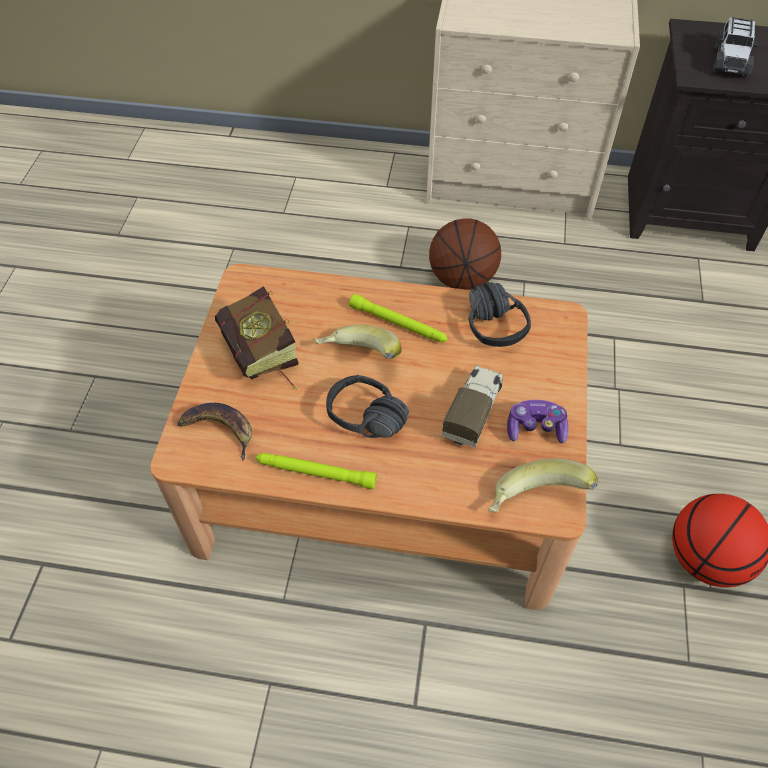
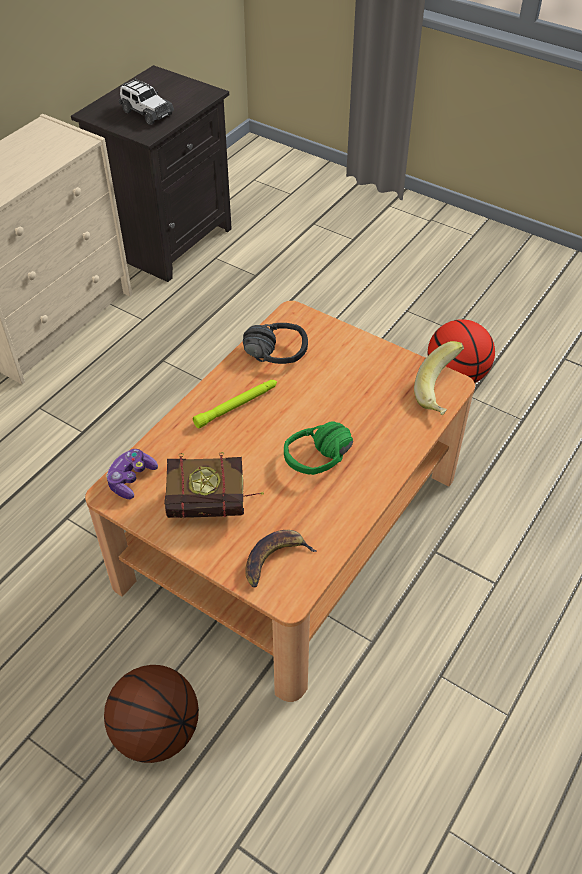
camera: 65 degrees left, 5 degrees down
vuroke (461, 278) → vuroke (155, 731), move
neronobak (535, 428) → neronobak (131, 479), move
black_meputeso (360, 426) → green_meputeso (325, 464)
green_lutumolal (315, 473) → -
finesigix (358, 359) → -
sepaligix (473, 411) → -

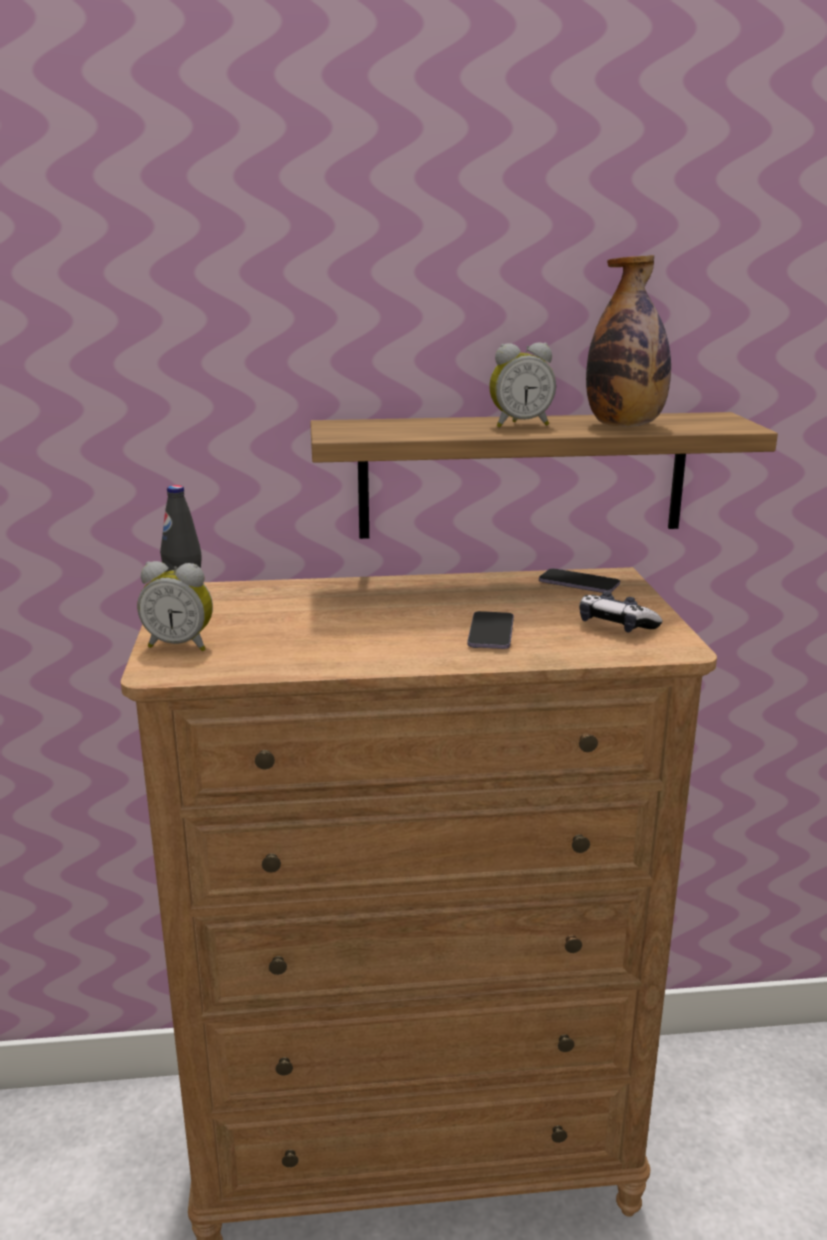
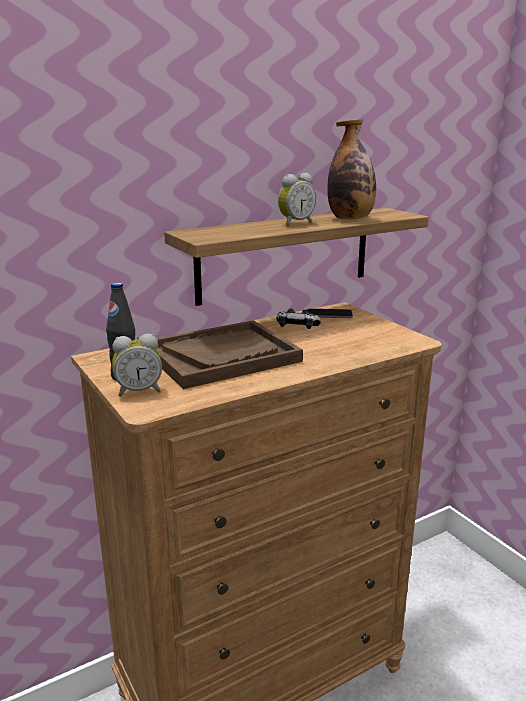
camera: 25 degrees left, 0 degrees up
- → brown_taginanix (222, 356)
neronobak (616, 625) → neronobak (297, 327), move
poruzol (491, 633) → -

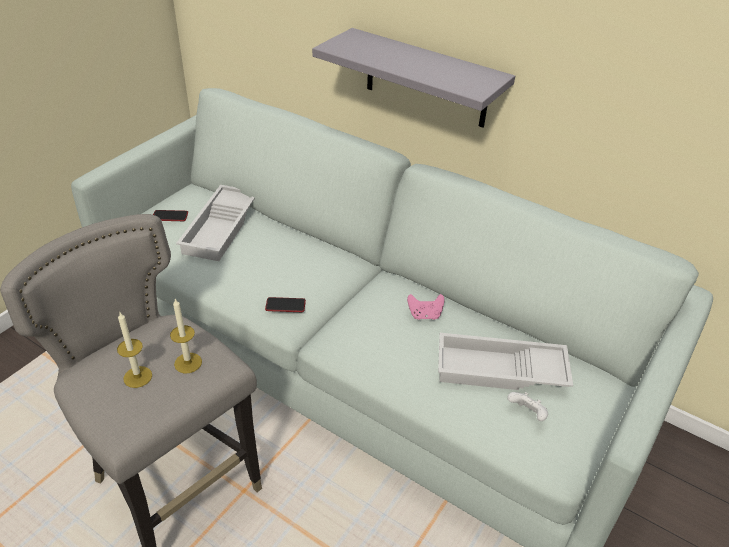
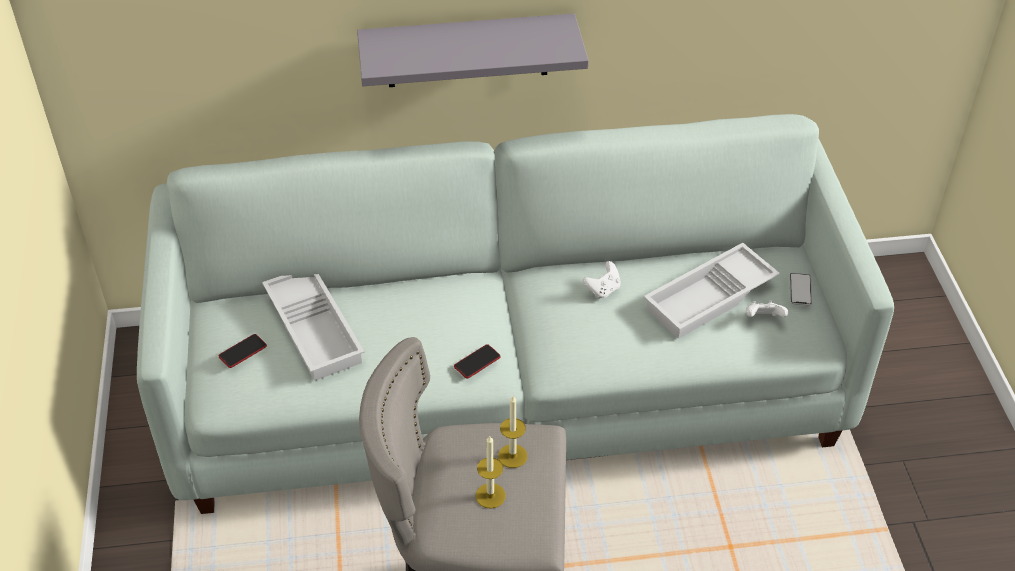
camera: 40 degrees left, 5 degrees up
pink_neronobak (425, 315) → white_neronobak (603, 290)
- → poruzol (800, 290)

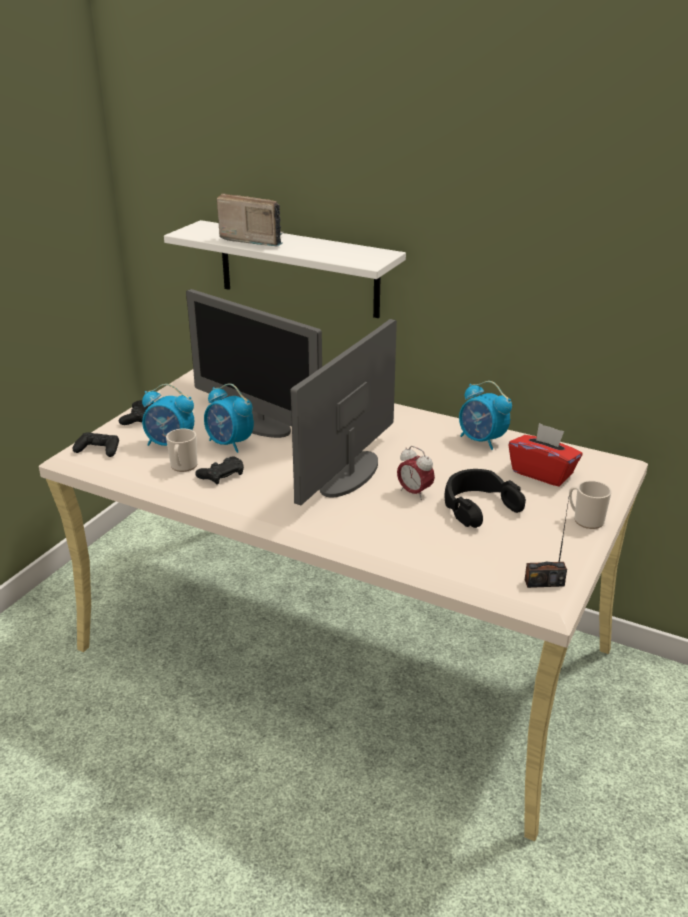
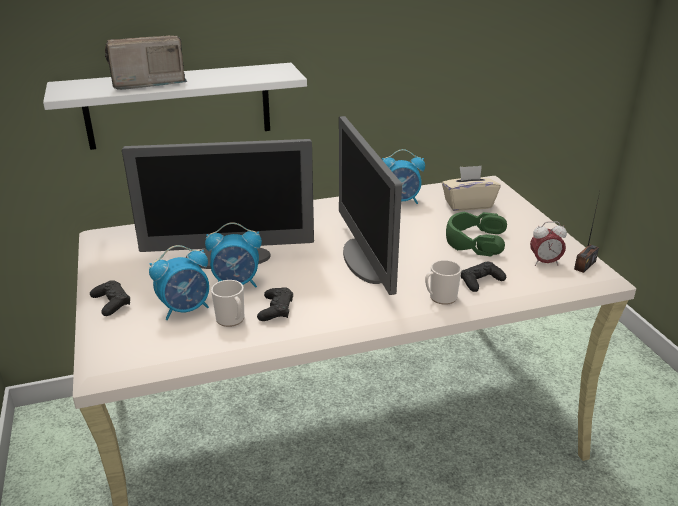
camera: 45 degrees left, 0 degrees up
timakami (585, 520) → timakami (440, 297), move
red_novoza (542, 473) → beige_novoza (468, 204)
black_meputeso (478, 506) → green_meputeso (474, 241)
black_neronobak (98, 449) → black_neronobak (480, 281), move
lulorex (414, 493) → lulorex (544, 263), move

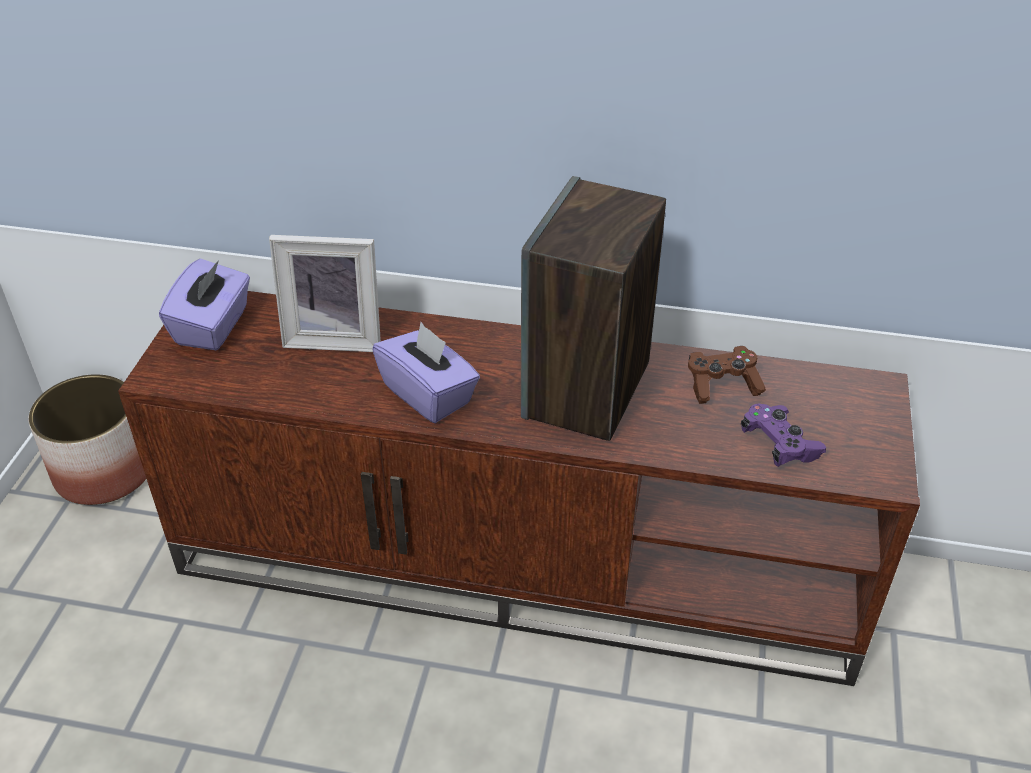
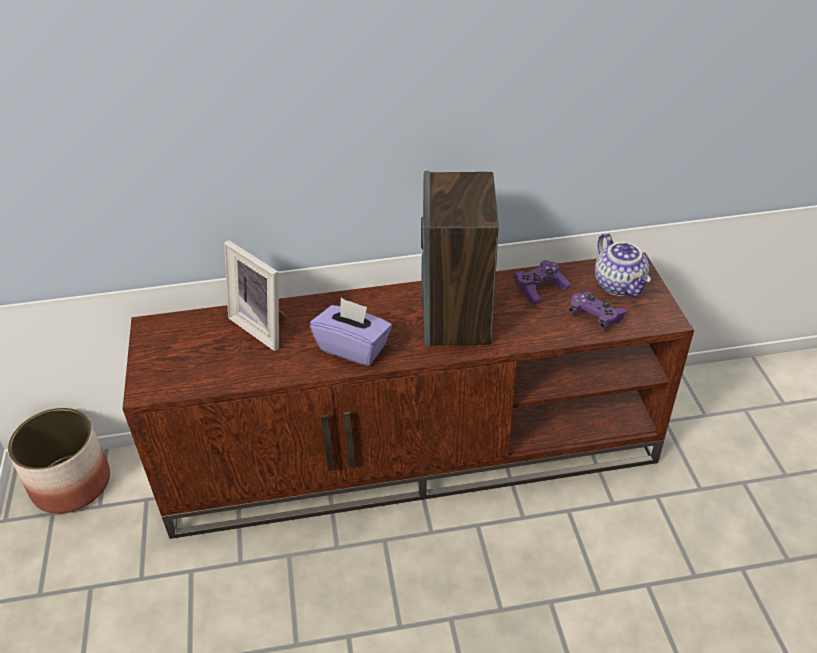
camera: 20 degrees left, 0 degrees up
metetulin (335, 337) → metetulin (264, 326), 60 degrees clockwise
brown_neronobak (722, 385) → purple_neronobak (540, 289)
- → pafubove (620, 285)
purple_novoza (213, 326) → -

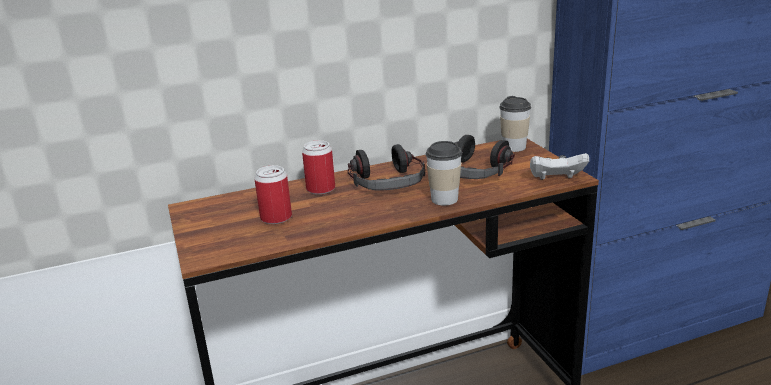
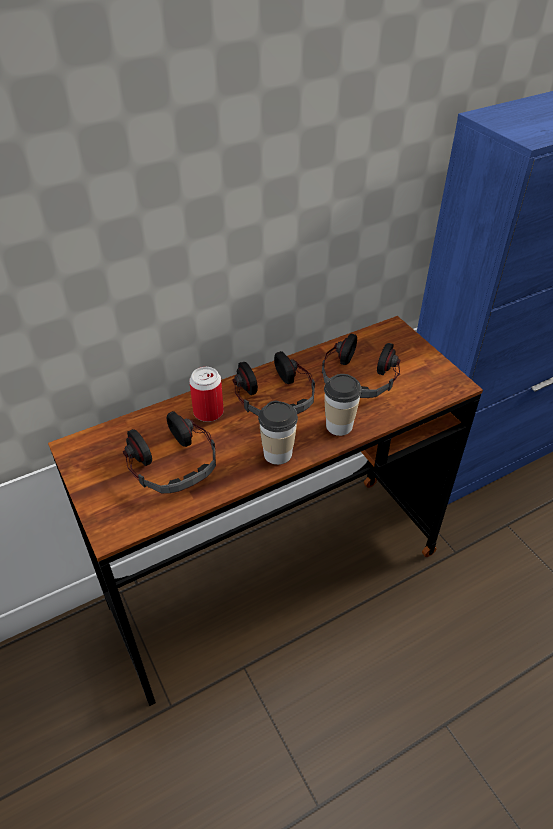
camera: 10 degrees left, 20 degrees up
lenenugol (276, 218) → meputeso (173, 462)
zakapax (514, 147) → zakapax (277, 454), move
white_neronobak (556, 179) → -

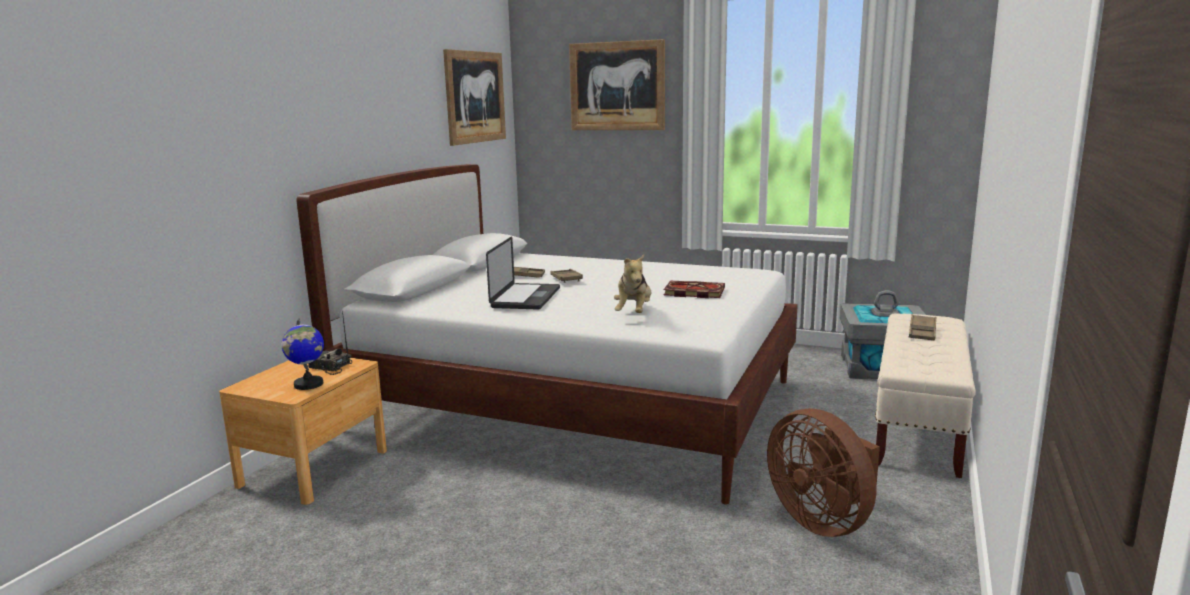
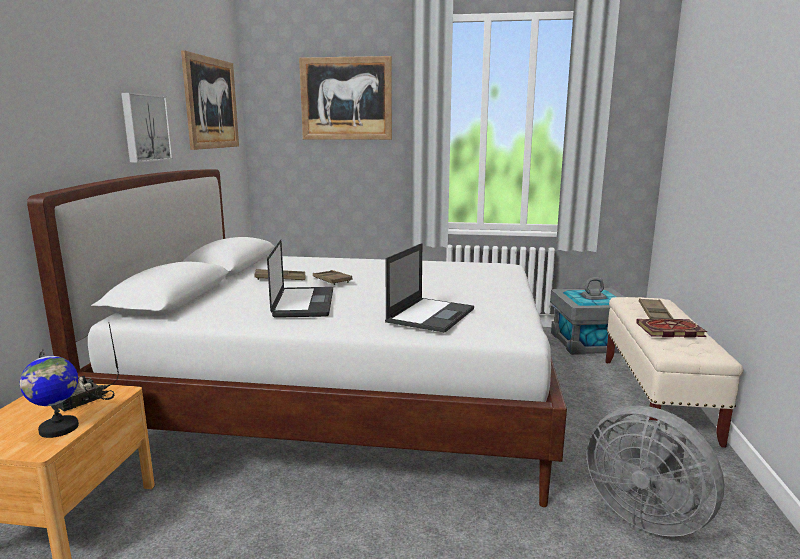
camera: 15 degrees left, 0 degrees up
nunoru (330, 367) → nunoru (82, 400), 60 degrees counterclockwise
- → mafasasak (145, 128)
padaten (634, 313) → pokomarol (431, 315)
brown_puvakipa (823, 521) → grey_puvakipa (645, 514)
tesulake (692, 292) → tesulake (669, 331), move

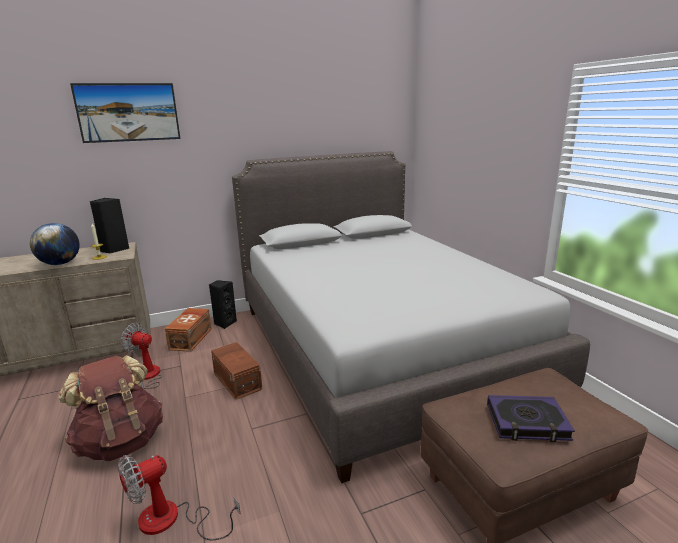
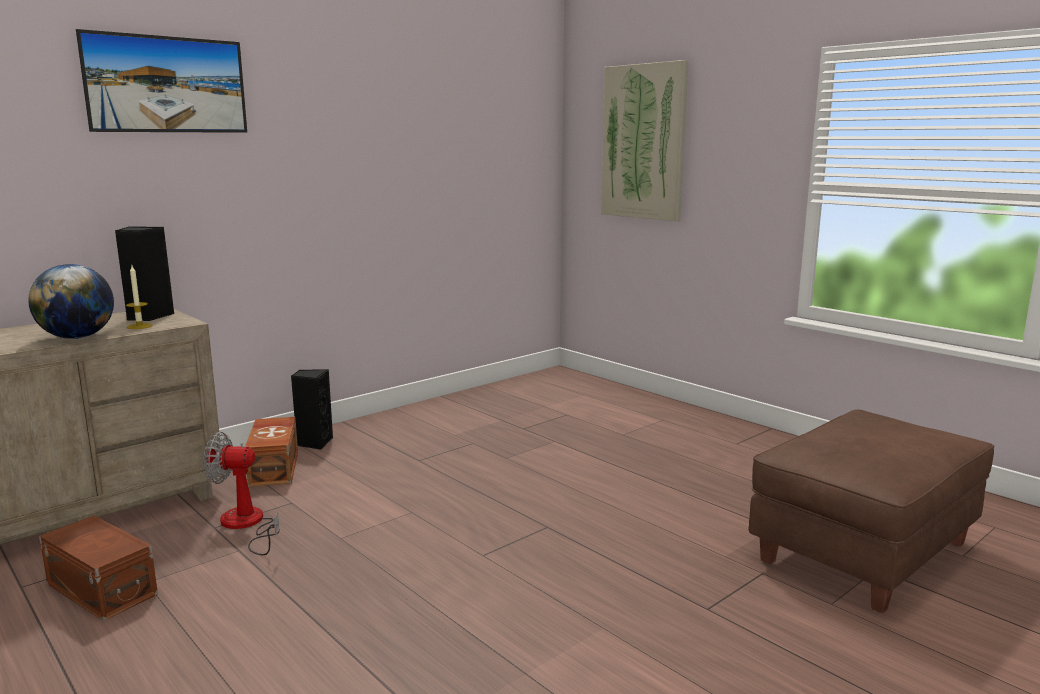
camera: 20 degrees left, 5 degrees down
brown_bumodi (238, 380) → brown_bumodi (102, 588), move
- → mafasasak (643, 142)
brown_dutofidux (121, 442) → -
puvakipa (171, 520) → -
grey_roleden (379, 348) → -
tesulake (527, 422) → -

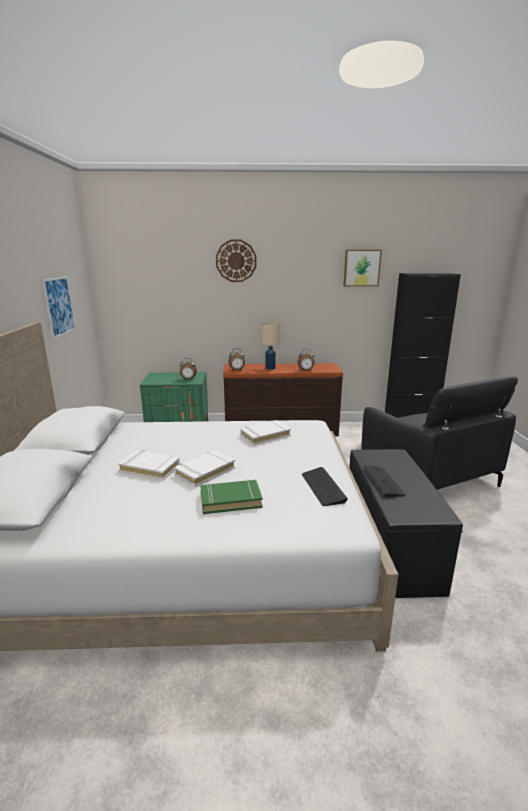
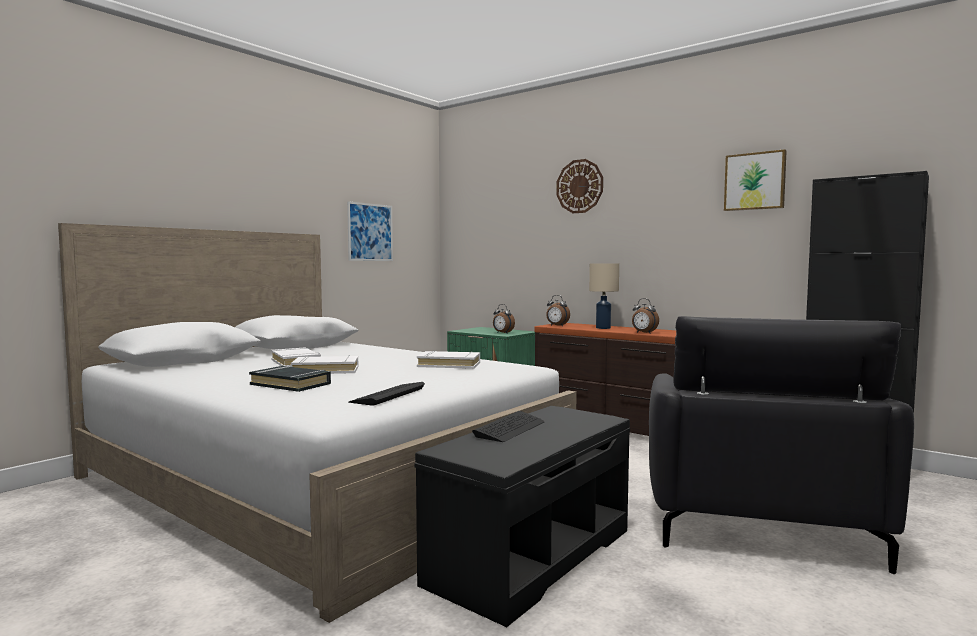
camera: 40 degrees right, 15 degrees down
green_tesulake (230, 500) → black_tesulake (291, 384)

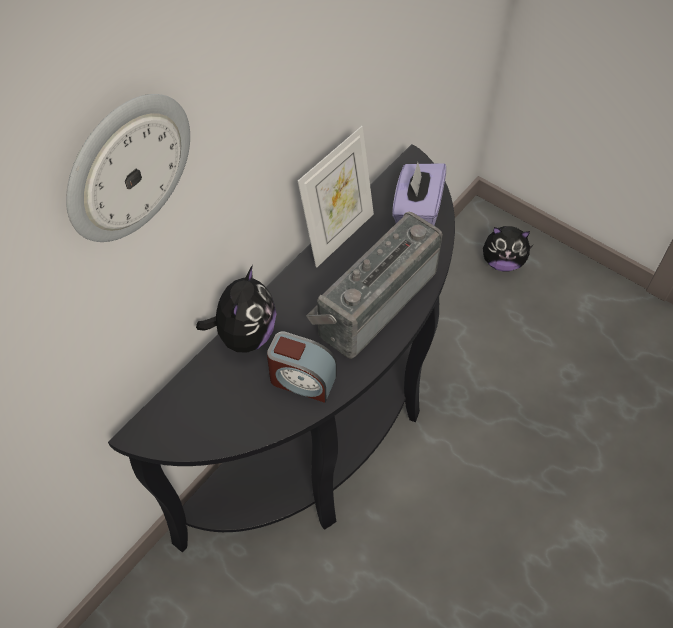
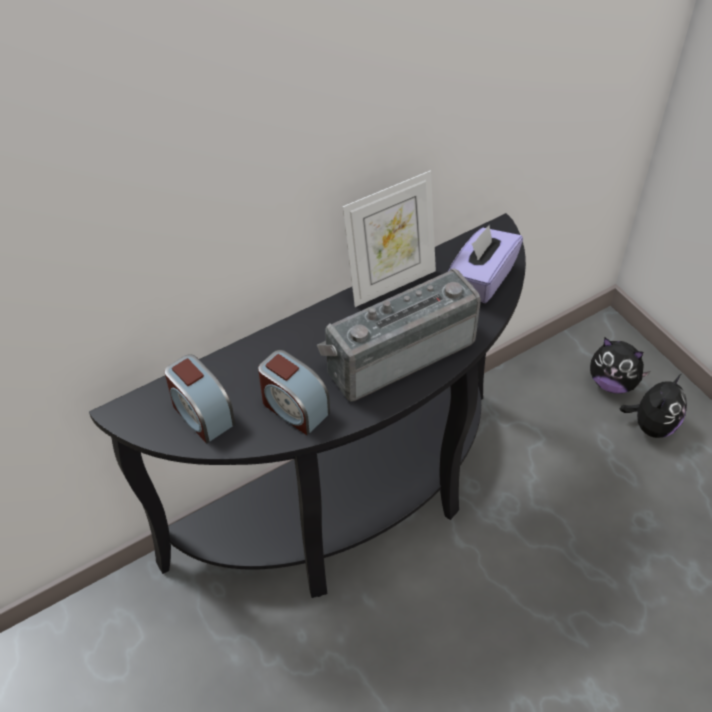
camera: 20 degrees right, 5 degrees down
- → lulorex (201, 414)
padaten (244, 335) → padaten (652, 425), move
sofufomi (127, 167) → -

